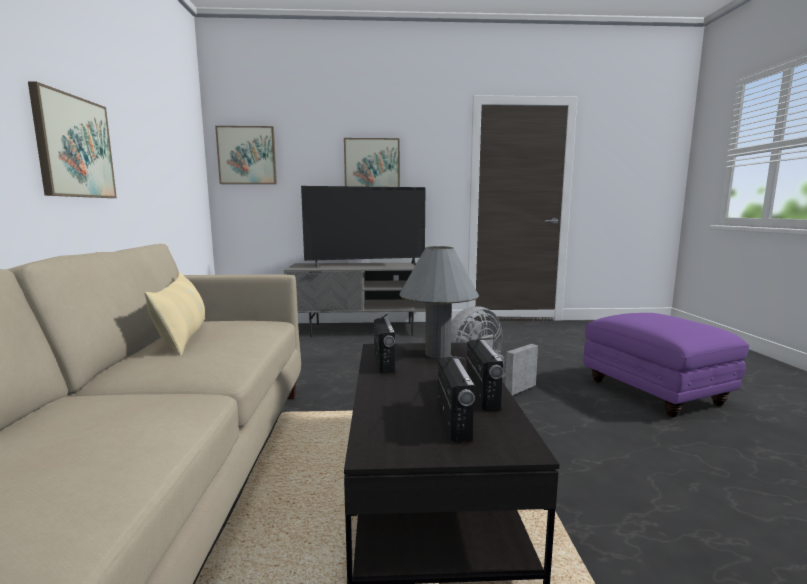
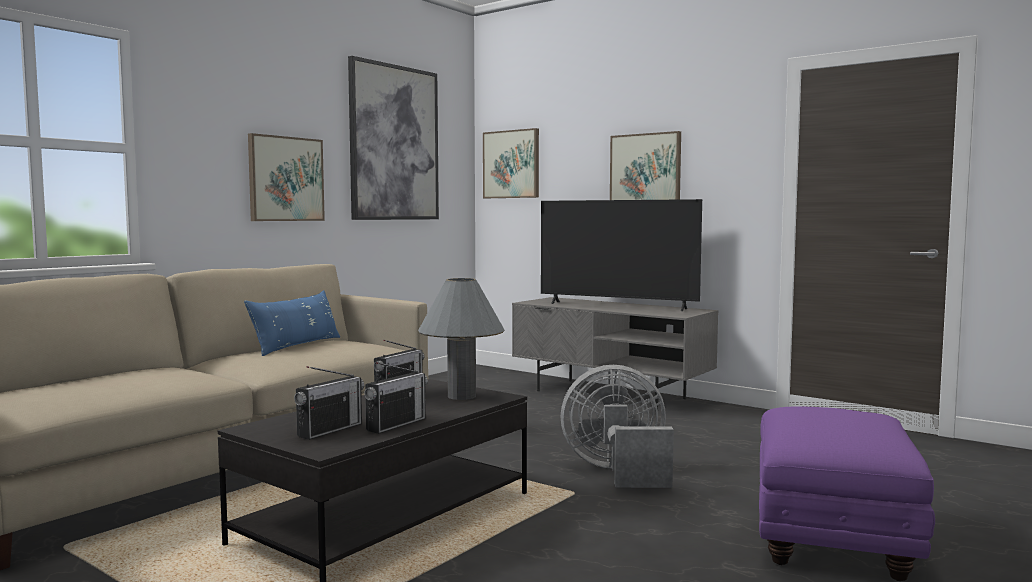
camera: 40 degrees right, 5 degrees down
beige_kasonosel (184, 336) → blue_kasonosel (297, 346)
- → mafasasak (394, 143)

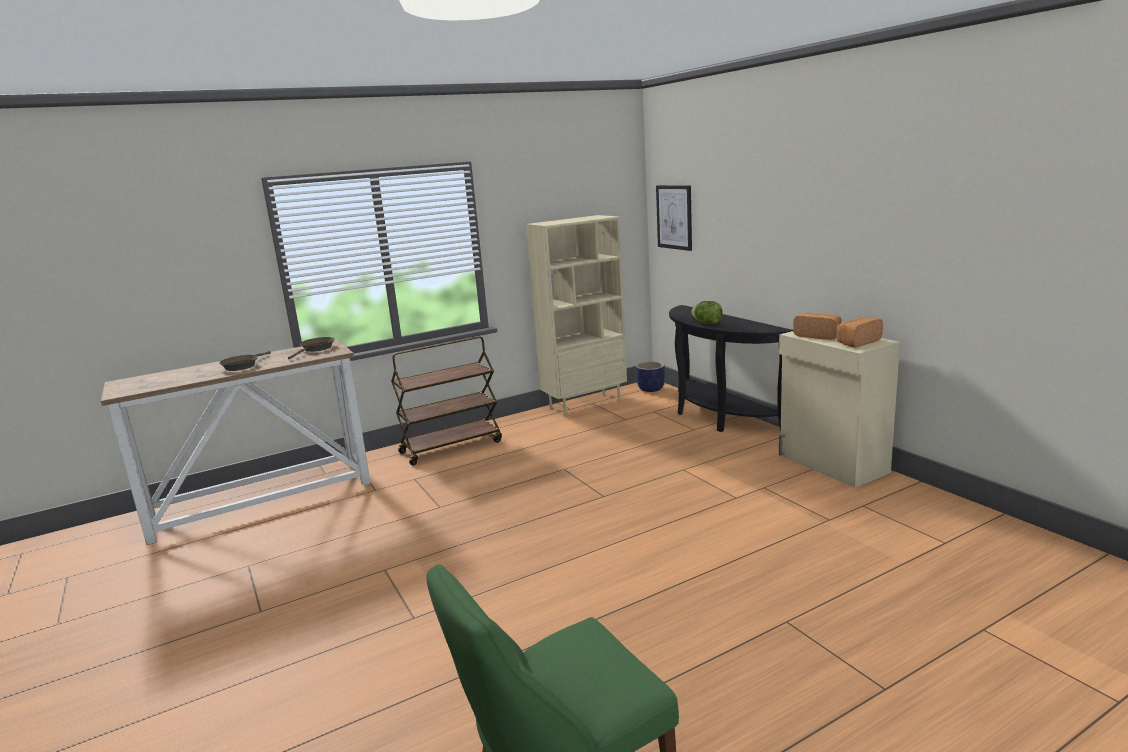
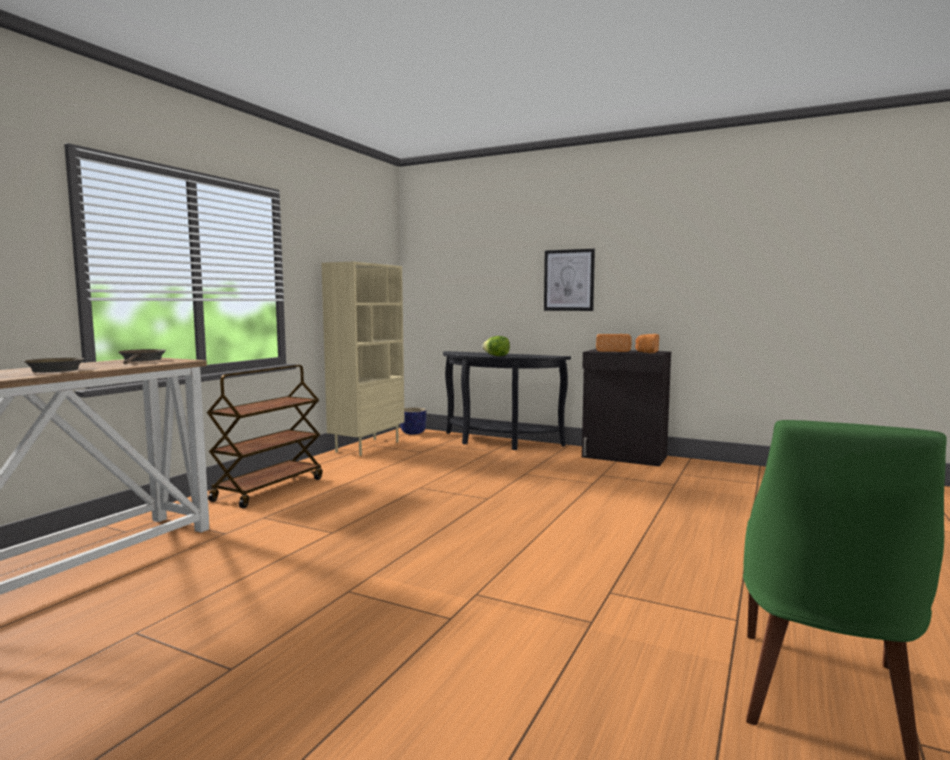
camera: 35 degrees left, 10 degrees down
mafasasak (674, 217) → mafasasak (569, 280), move
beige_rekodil (832, 464) → black_rekodil (624, 457)

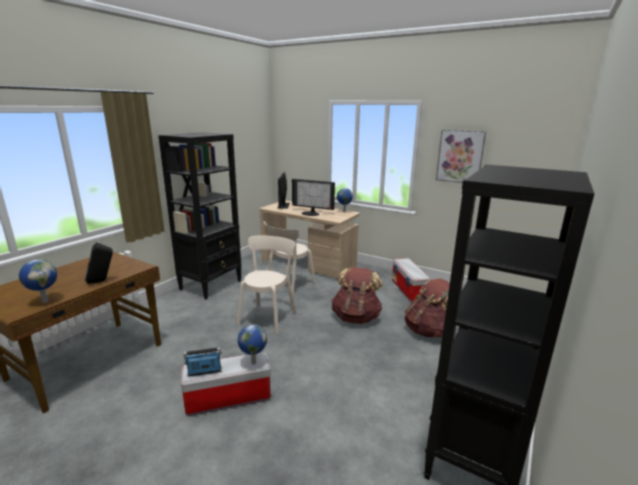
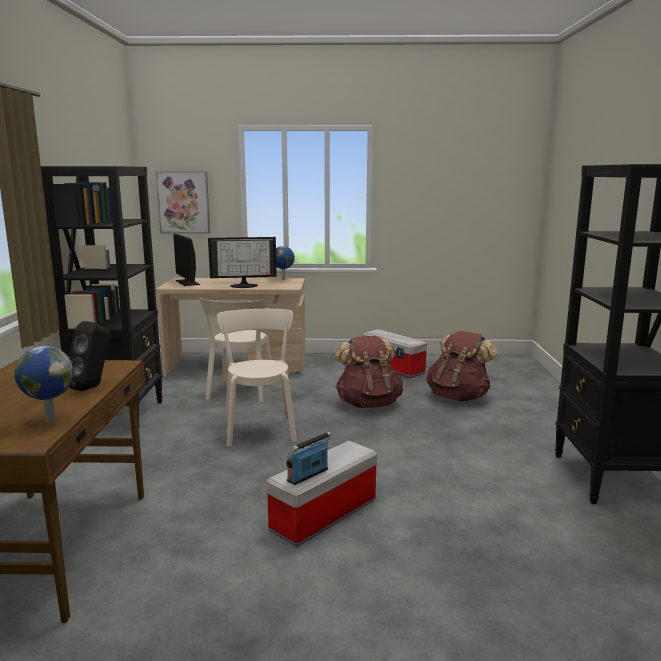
camera: 30 degrees left, 5 degrees down
mafasasak (460, 156) → mafasasak (183, 202), move
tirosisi (253, 363) → -

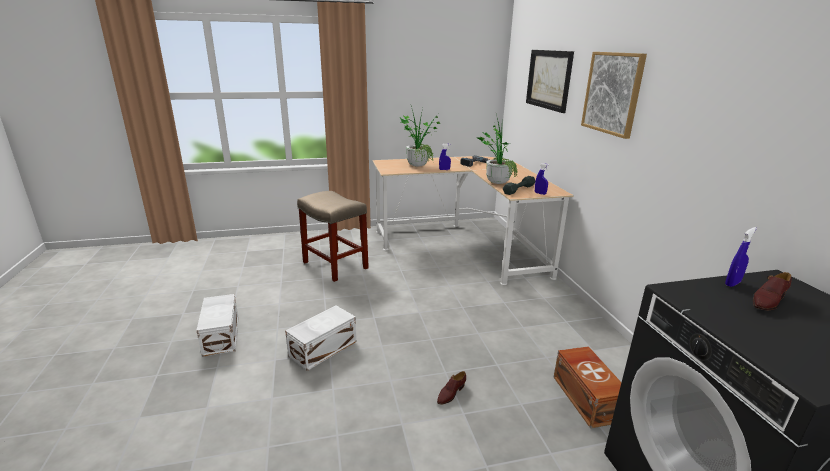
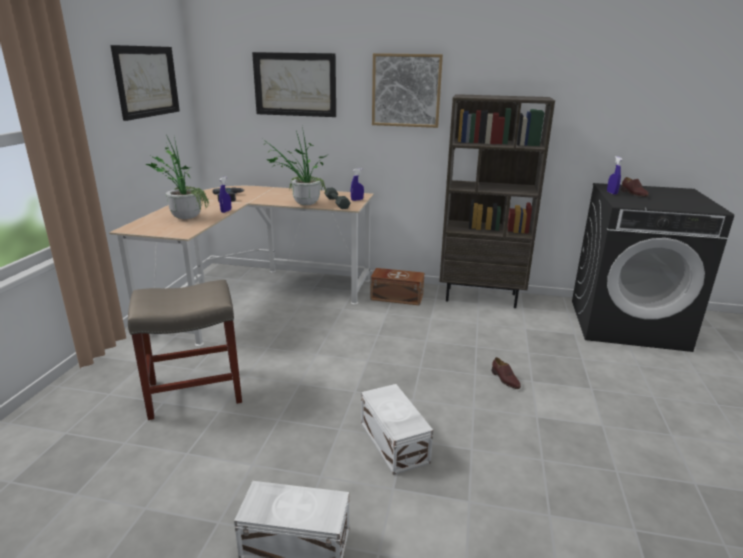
camera: 65 degrees left, 0 degrees up
- → mafasasak (146, 81)
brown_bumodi (586, 397) → brown_bumodi (396, 297), move
- → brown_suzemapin (481, 297)

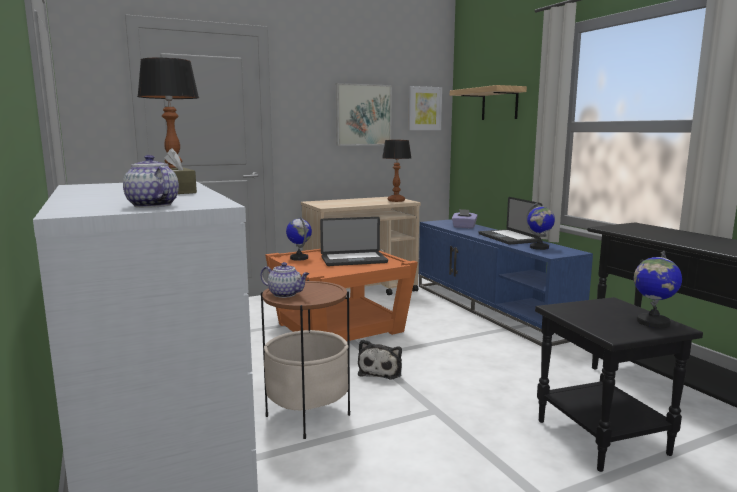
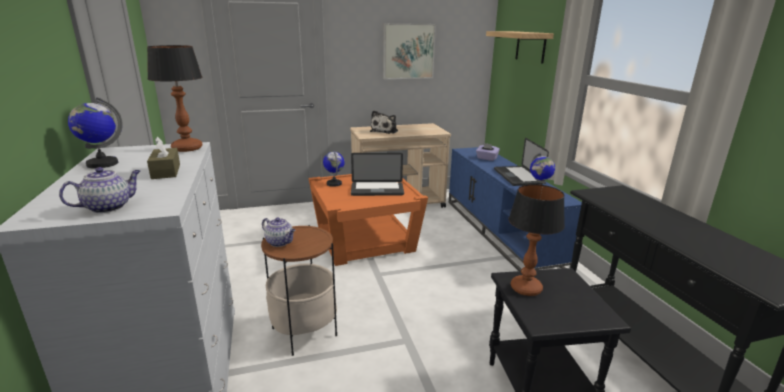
camera: 10 degrees right, 10 degrees up
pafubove (151, 205) → pafubove (109, 207), 75 degrees clockwise
tirosisi (652, 322) → tirosisi (102, 164), move
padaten (381, 371) → padaten (385, 131), move
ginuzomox (396, 200) → ginuzomox (525, 288), move
mafasasak (424, 108) → -

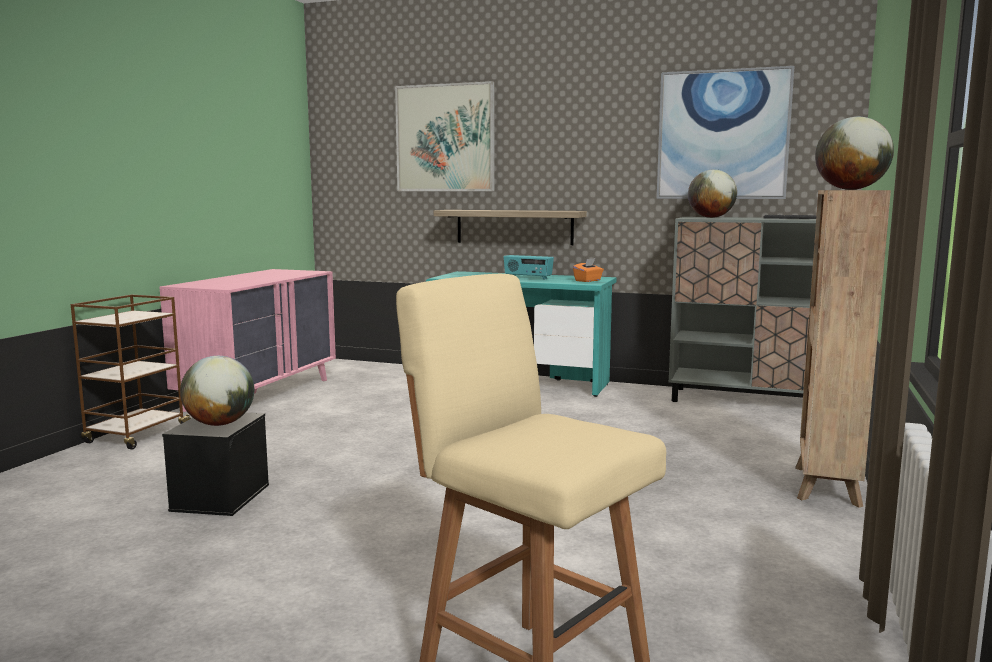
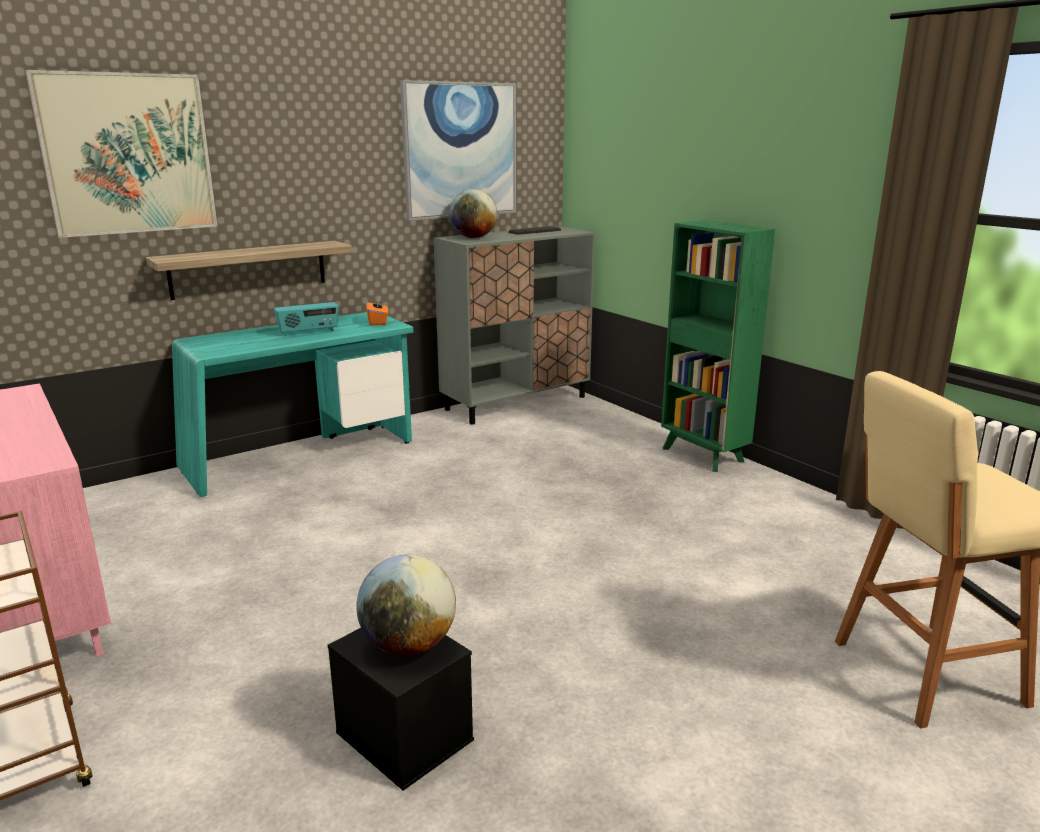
camera: 55 degrees left, 10 degrees up
brown_suzemapin (826, 487) → green_suzemapin (703, 456)
tirosisi (851, 189) → -

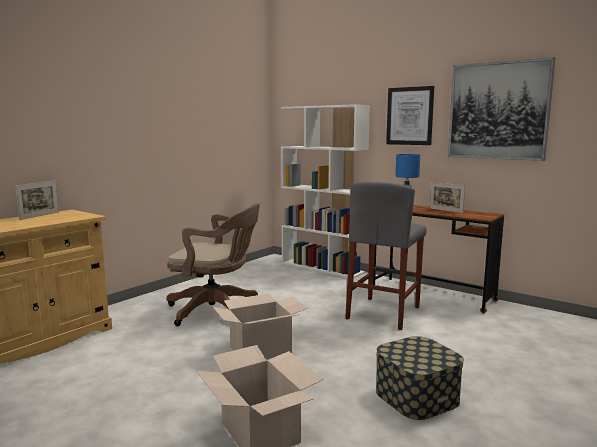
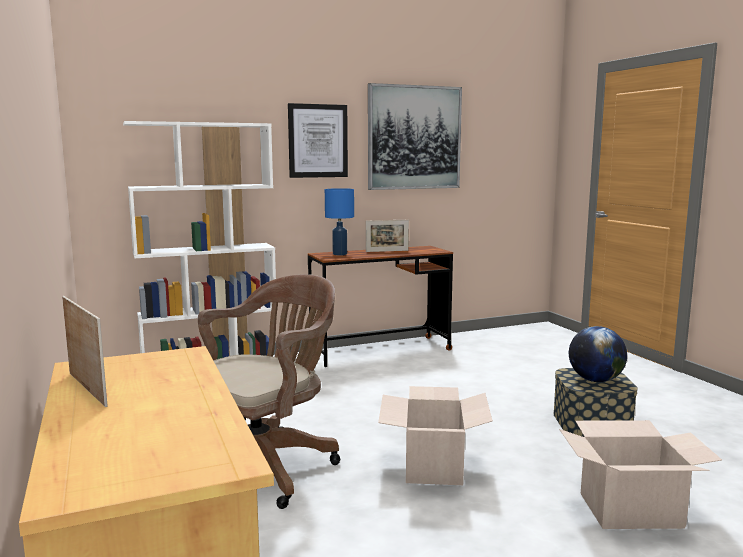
camera: 60 degrees left, 0 degrees up
- → tirosisi (595, 380)
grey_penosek (383, 313) → -

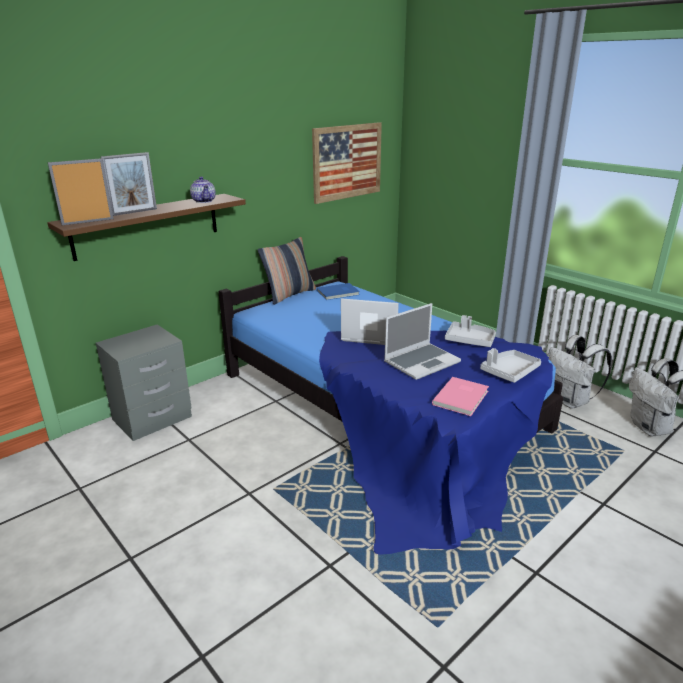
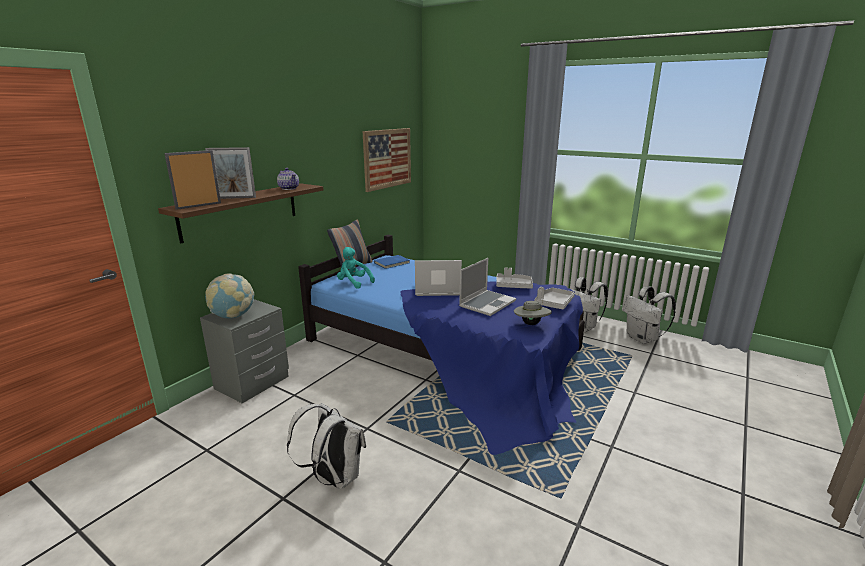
camera: 15 degrees left, 5 degrees down
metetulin (134, 212) → metetulin (235, 198), 45 degrees clockwise
- → tirosisi (233, 316)
- → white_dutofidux (333, 477)
- → turquoise_padaten (353, 283)
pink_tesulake (462, 397) → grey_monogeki (531, 324)

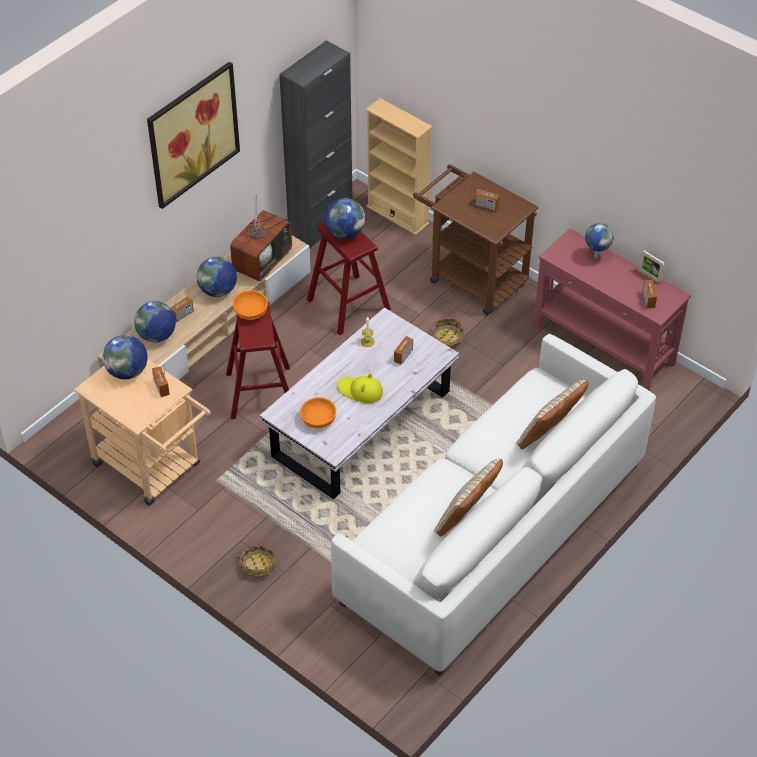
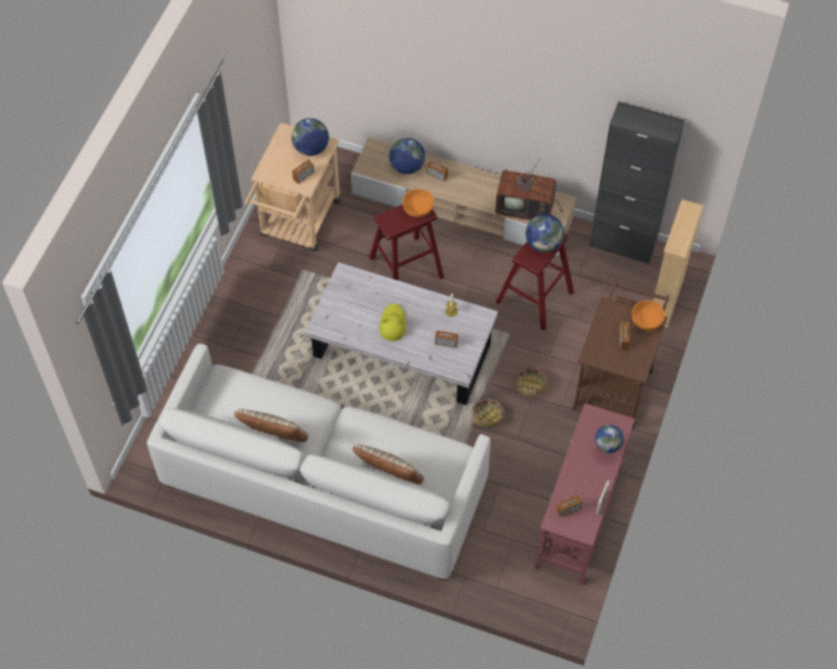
camera: 70 degrees right, 10 degrees up
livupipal (258, 565) → livupipal (488, 416), move
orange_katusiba (318, 419) → orange_katusiba (647, 320), move
mafasasak (192, 134) → -
tirosisi (218, 290) → -

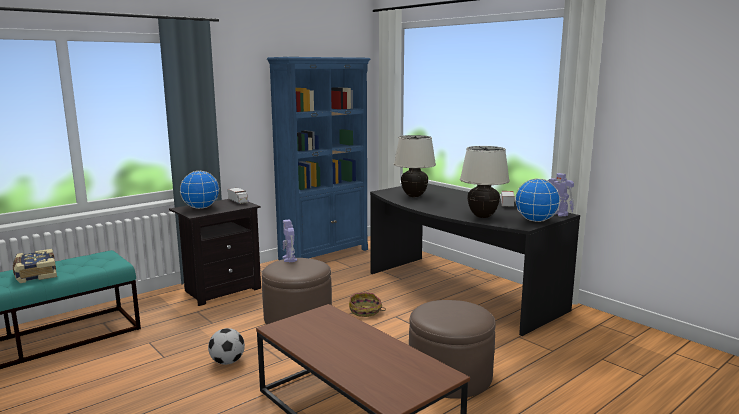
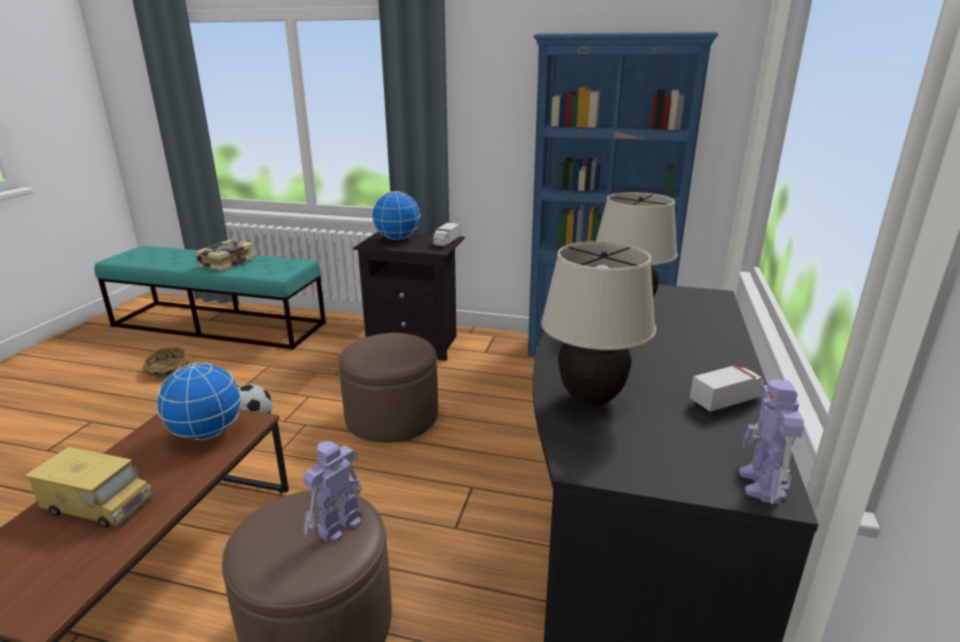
camera: 55 degrees right, 10 degrees up
- → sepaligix (98, 504)
livupipal (365, 311) → livupipal (168, 370), move
tirosisi (536, 221) → tirosisi (207, 433), move
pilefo (289, 259) → pilefo (338, 526), move

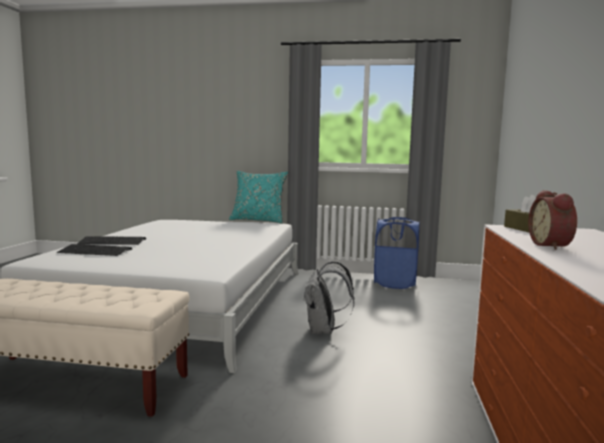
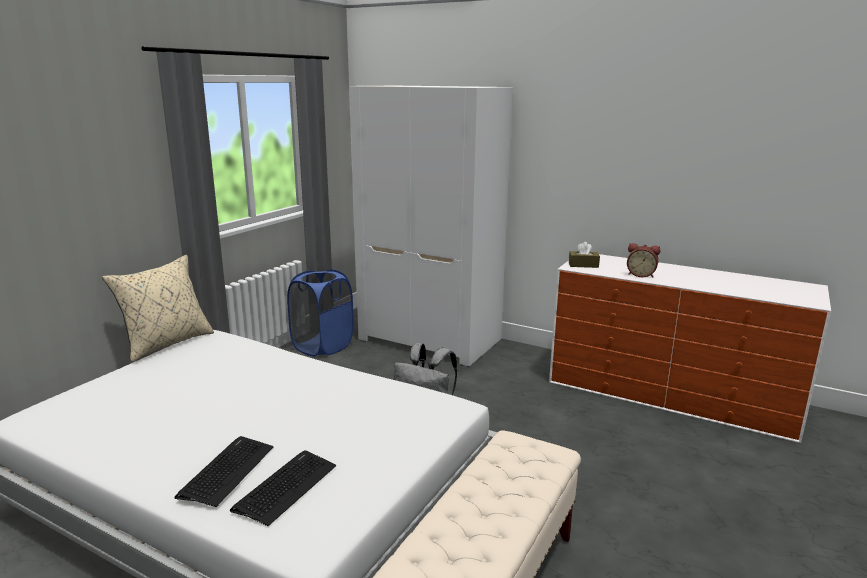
camera: 70 degrees left, 10 degrees up
turquoise_kasonosel (258, 220) → beige_kasonosel (166, 343)
- → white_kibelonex (431, 339)

